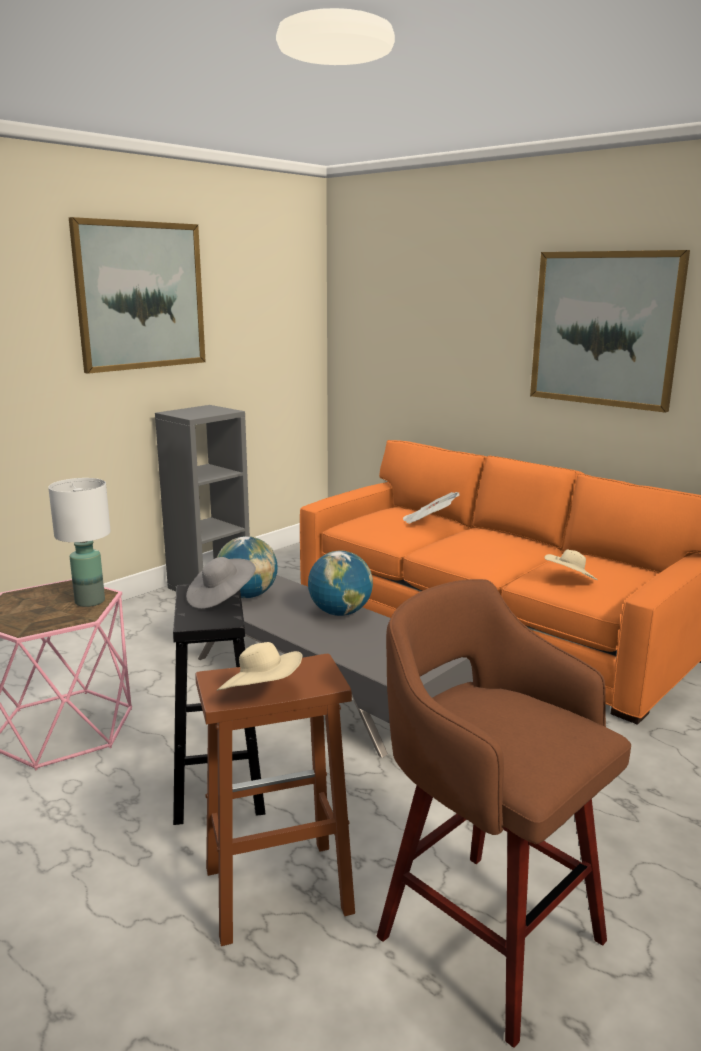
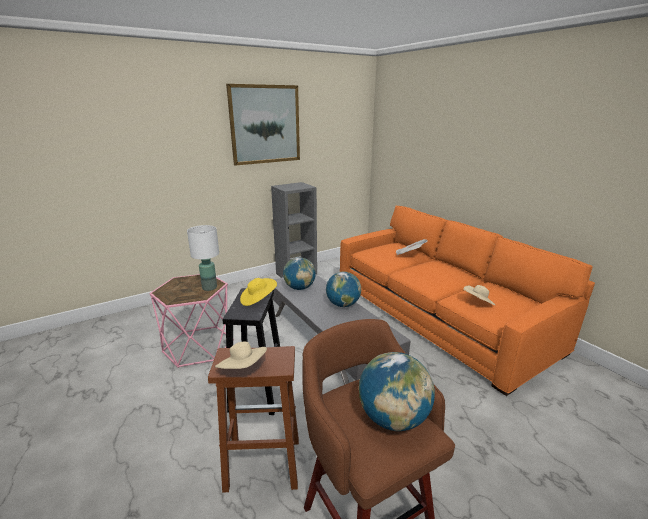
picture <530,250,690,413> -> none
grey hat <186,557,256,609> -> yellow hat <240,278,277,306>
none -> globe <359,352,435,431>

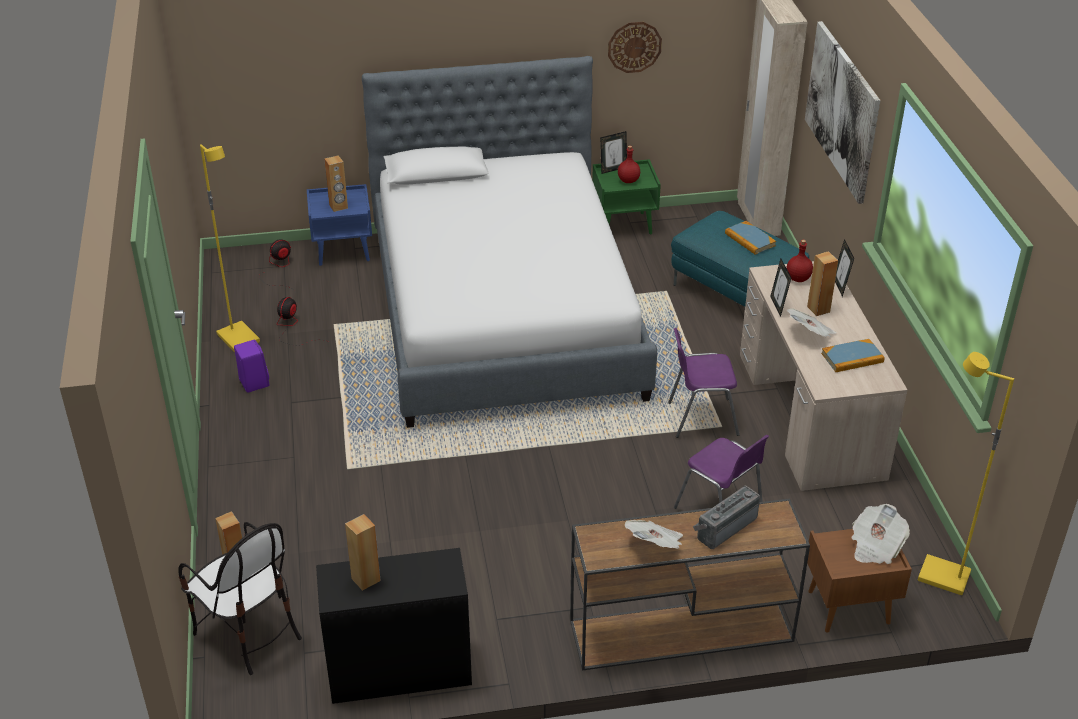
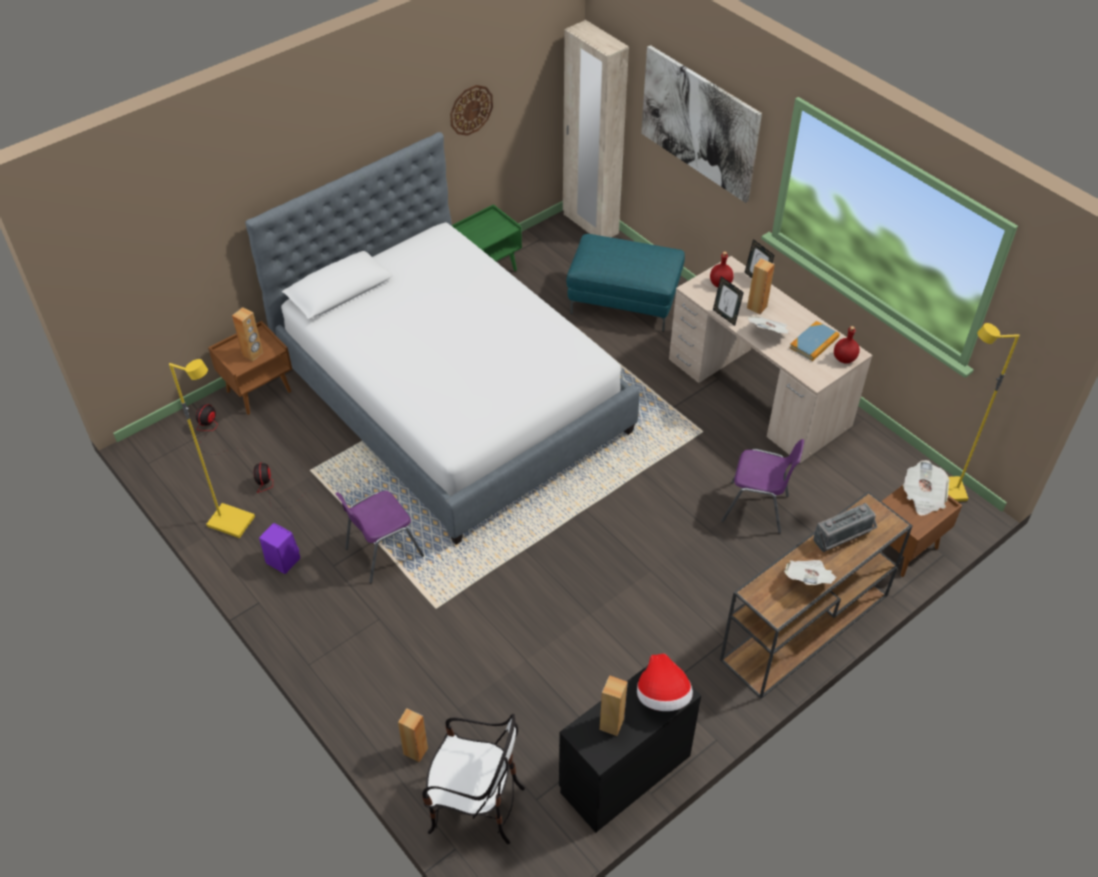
picture frame <600,131,627,174> -> none
red bottle <618,146,640,183> -> red bottle <834,326,860,364>, shifted
blue nightstand <307,184,372,266> -> brown nightstand <208,321,292,415>
book <725,221,776,255> -> none
purple chair <668,328,740,438> -> purple chair <335,491,424,583>, shifted
radio <693,486,760,549> -> radio <813,503,877,552>, 135 degrees counterclockwise
none -> hat <637,653,693,711>

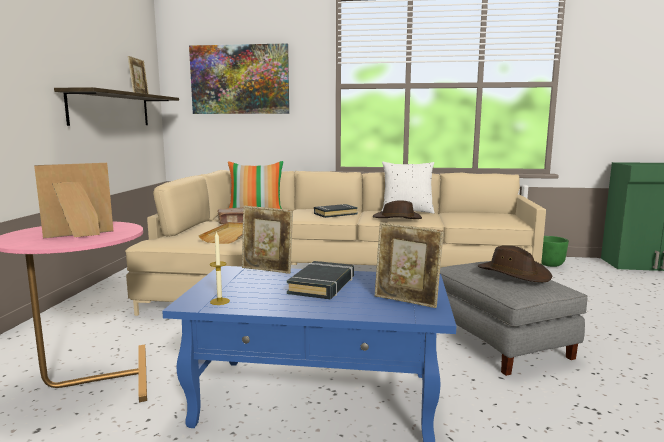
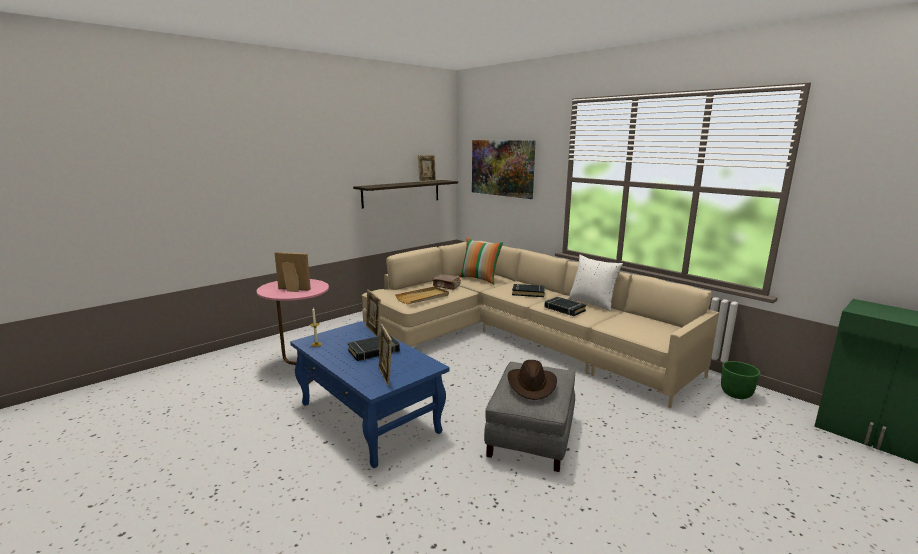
brown hat <373,200,422,219> -> black book <544,297,586,316>

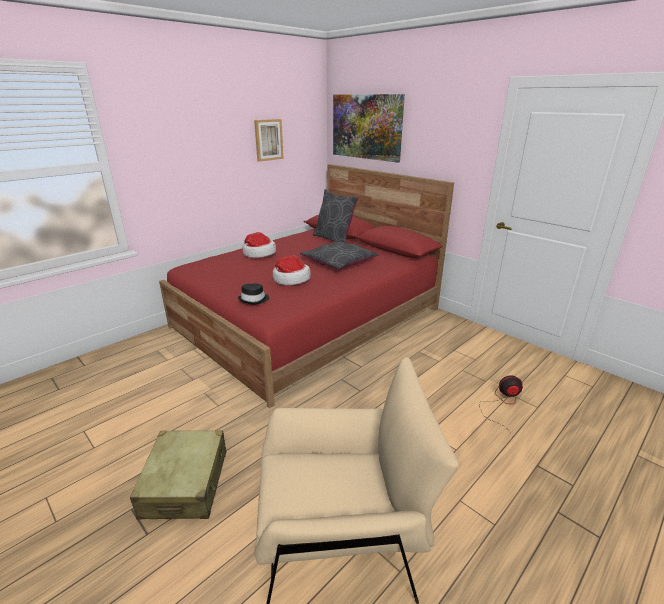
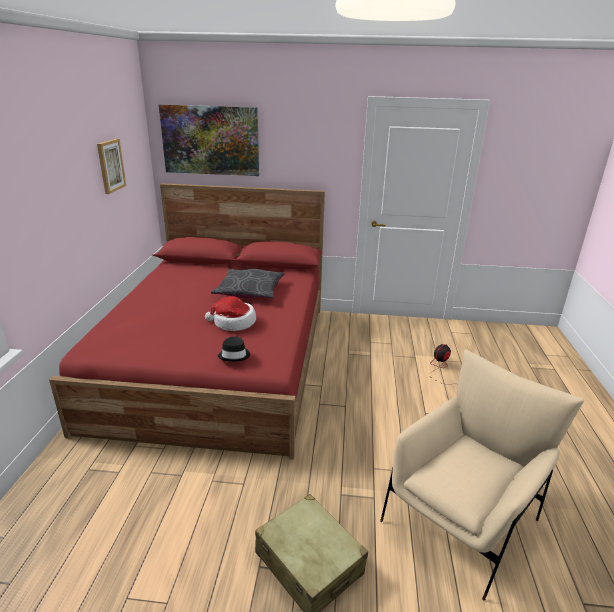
grey pillow <313,189,359,243> -> none
hat <243,232,276,258> -> none

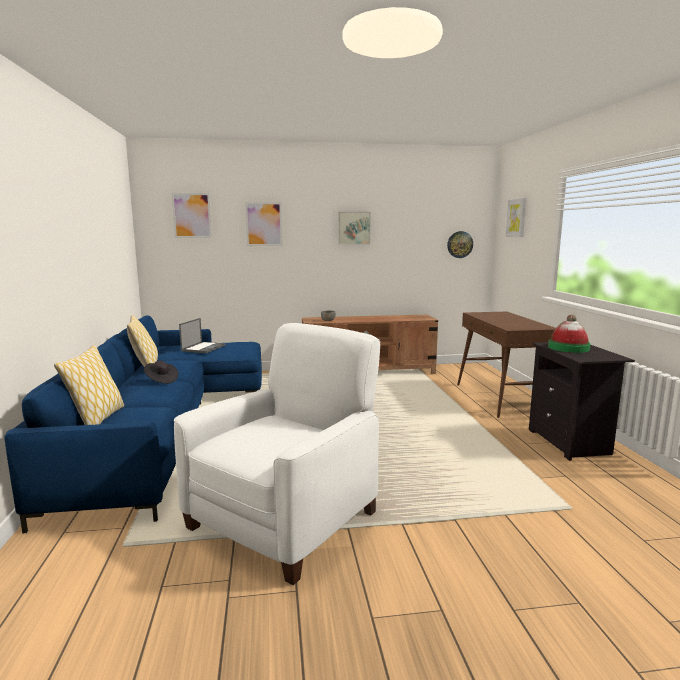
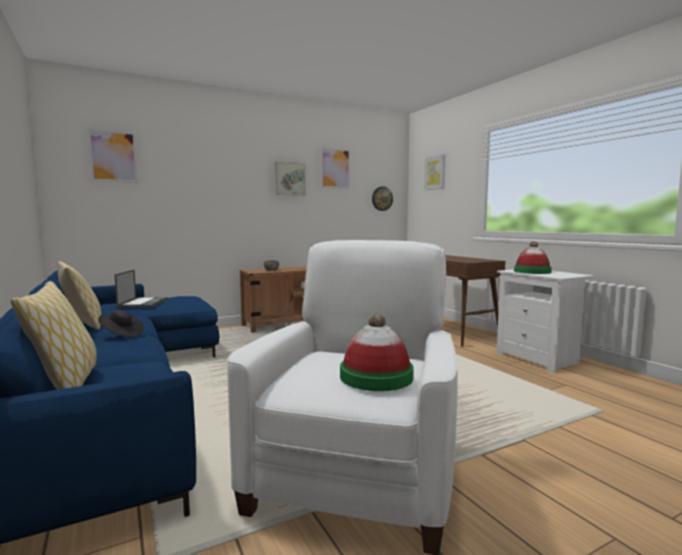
picture <245,202,283,246> -> picture <321,147,350,189>, shifted
black nightstand <529,342,635,461> -> white nightstand <497,269,595,373>
none -> hat <340,313,414,391>

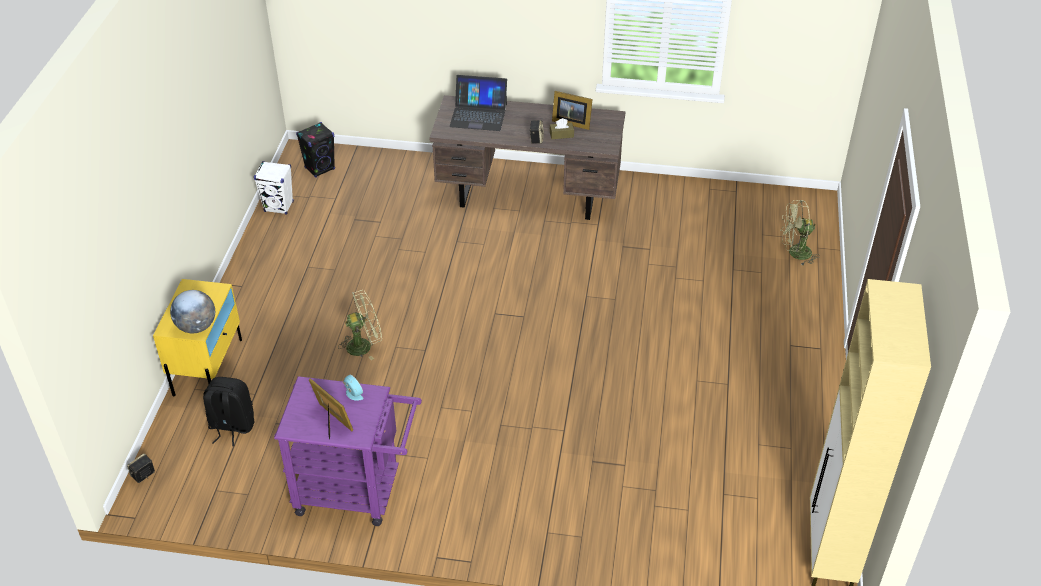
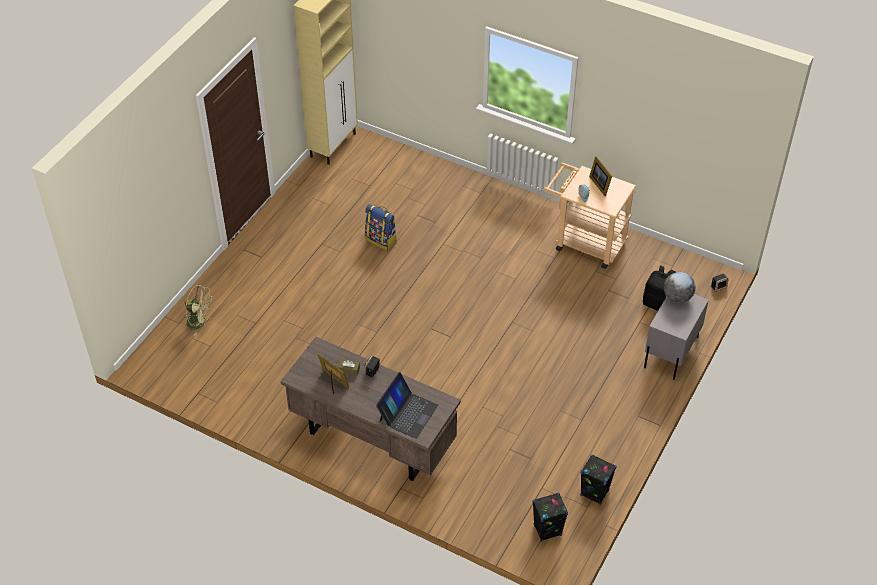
laptop <449,75,507,131> -> laptop <376,372,438,439>, 90 degrees clockwise
white speaker <254,161,294,215> -> black speaker <580,454,617,505>
yellow nightstand <153,279,242,397> -> grey nightstand <644,294,709,380>
green fan <338,290,382,360> -> none
purple cart <274,376,422,526> -> beige cart <543,163,636,269>
none -> backpack <365,204,397,251>

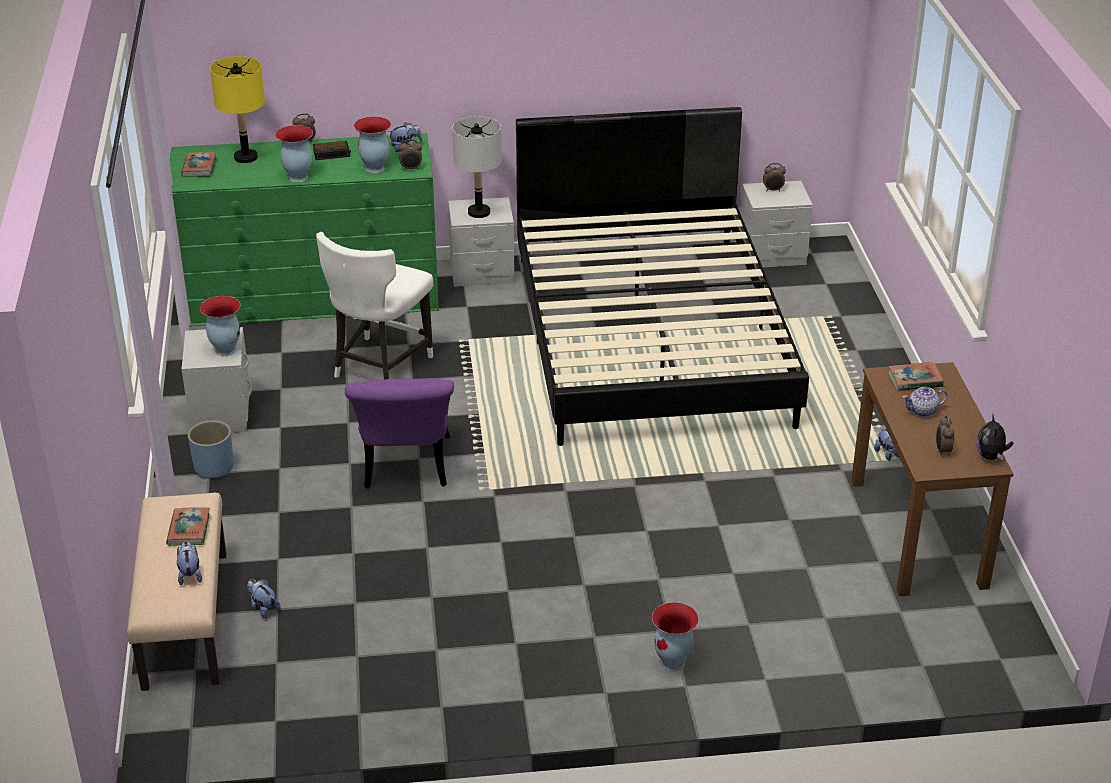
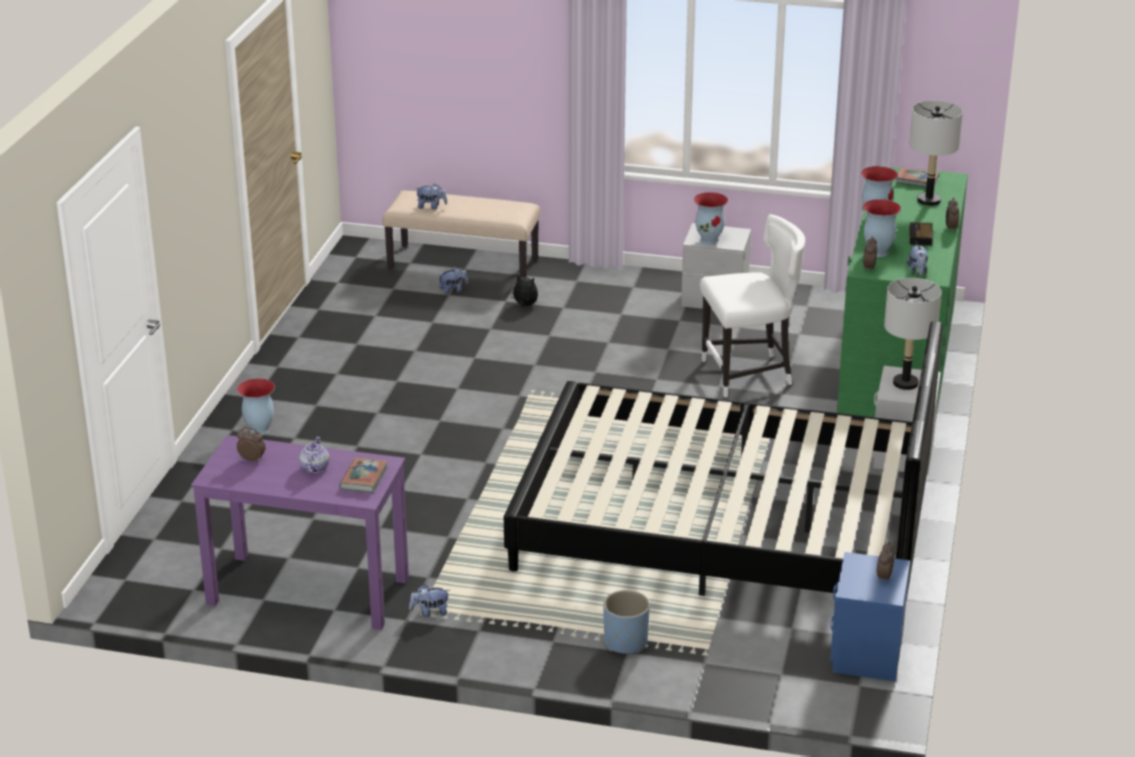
yellow table lamp <210,56,265,163> -> grey table lamp <909,100,963,206>
grey nightstand <740,181,813,267> -> blue nightstand <830,552,910,681>
white chair <316,232,433,379> -> white chair <700,214,805,397>, 120 degrees clockwise
brown desk <851,362,1014,596> -> purple desk <191,435,409,630>
purple chair <345,379,454,488> -> none
plush toy <976,415,1013,460> -> plush toy <509,274,538,307>, shifted
blue planter <188,420,234,478> -> blue planter <603,590,650,654>, shifted
book <166,507,210,546> -> none

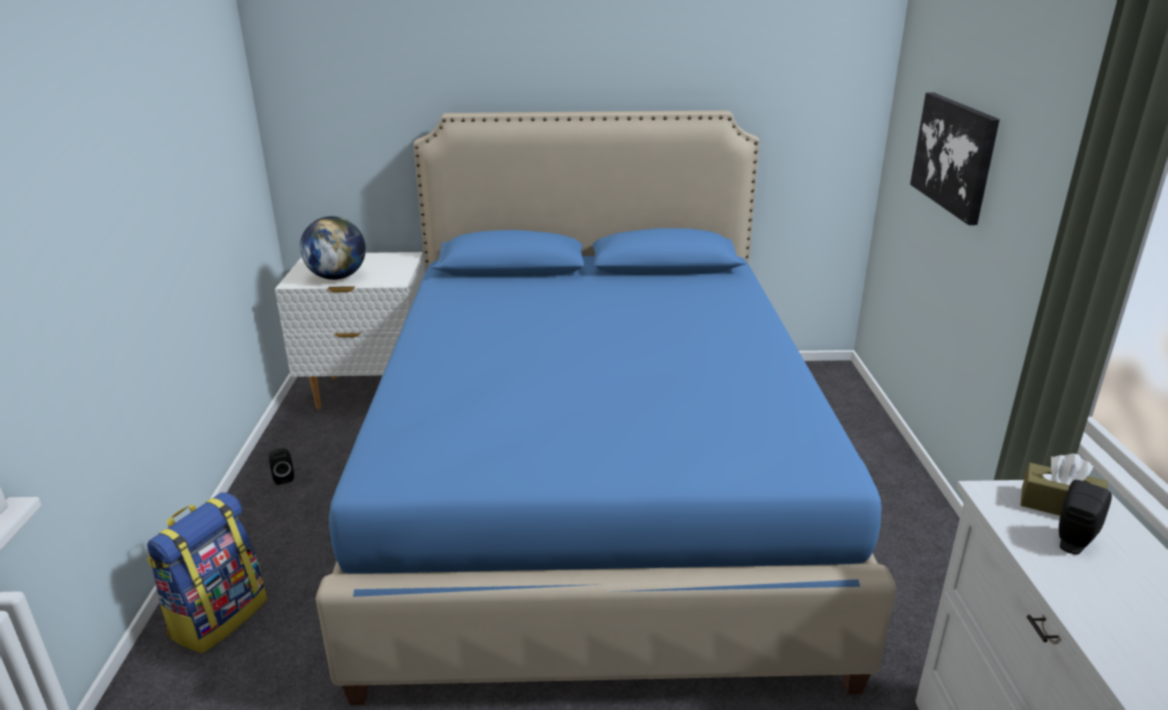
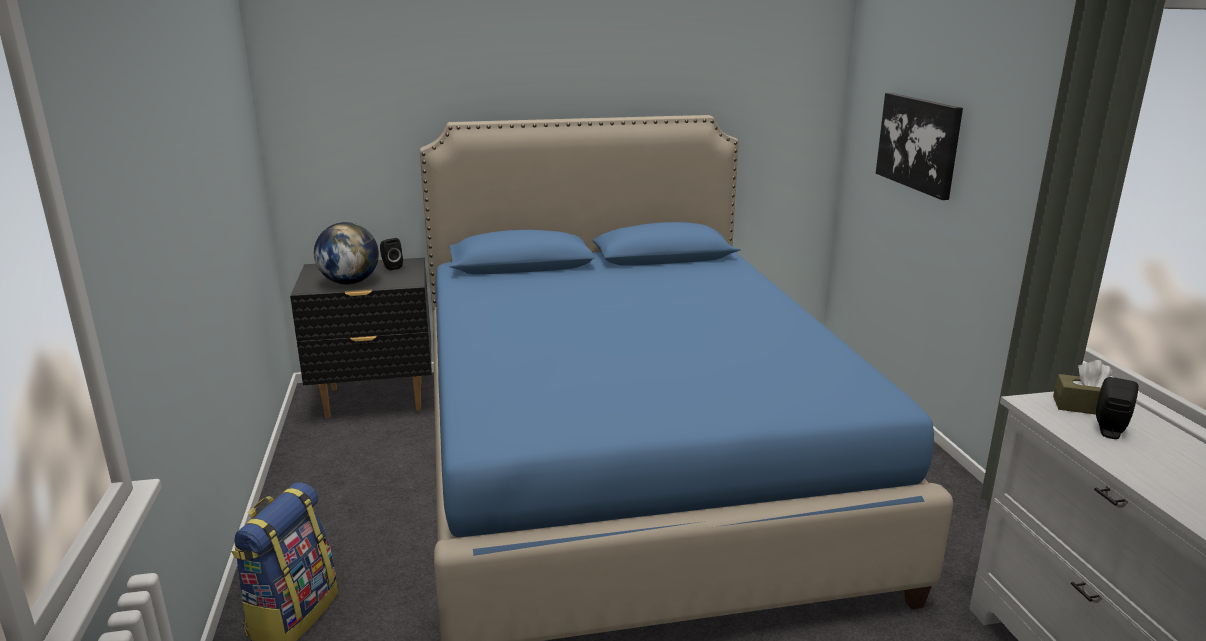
white nightstand <275,252,425,409> -> black nightstand <290,258,432,419>
black speaker <269,448,294,485> -> black speaker <380,238,403,270>, shifted

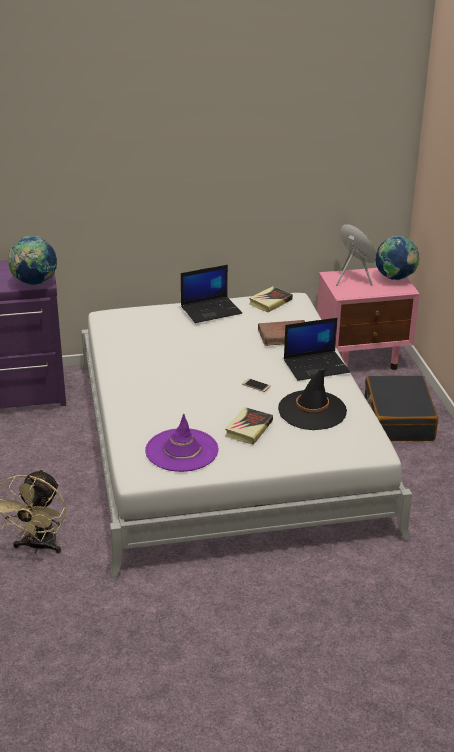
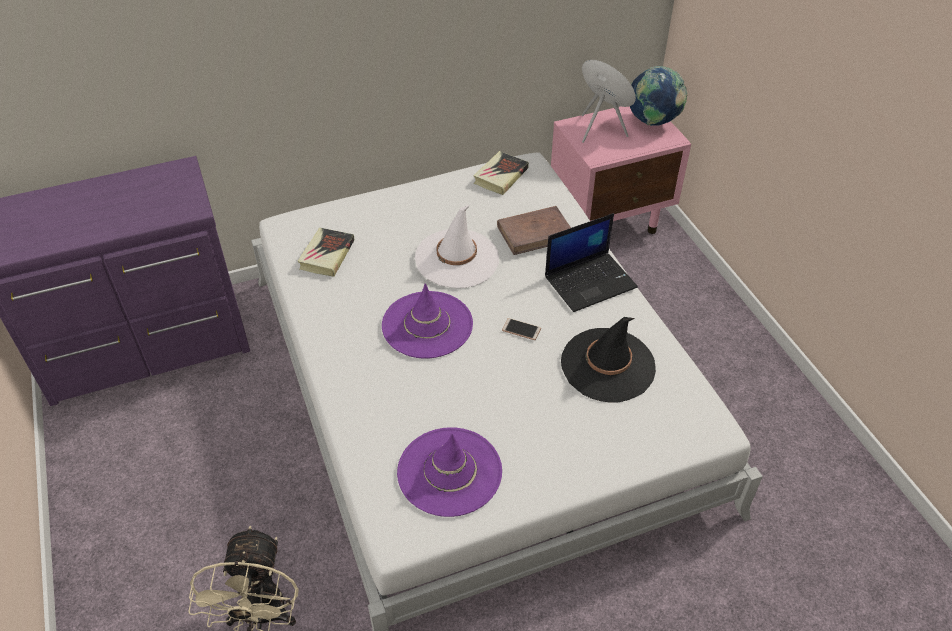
globe <8,236,57,286> -> none
laptop <181,265,242,323> -> none
black suitcase <365,375,438,441> -> none
book <225,407,273,445> -> book <297,228,354,277>, shifted
none -> white hat <415,205,499,288>
none -> purple hat <382,283,473,359>

